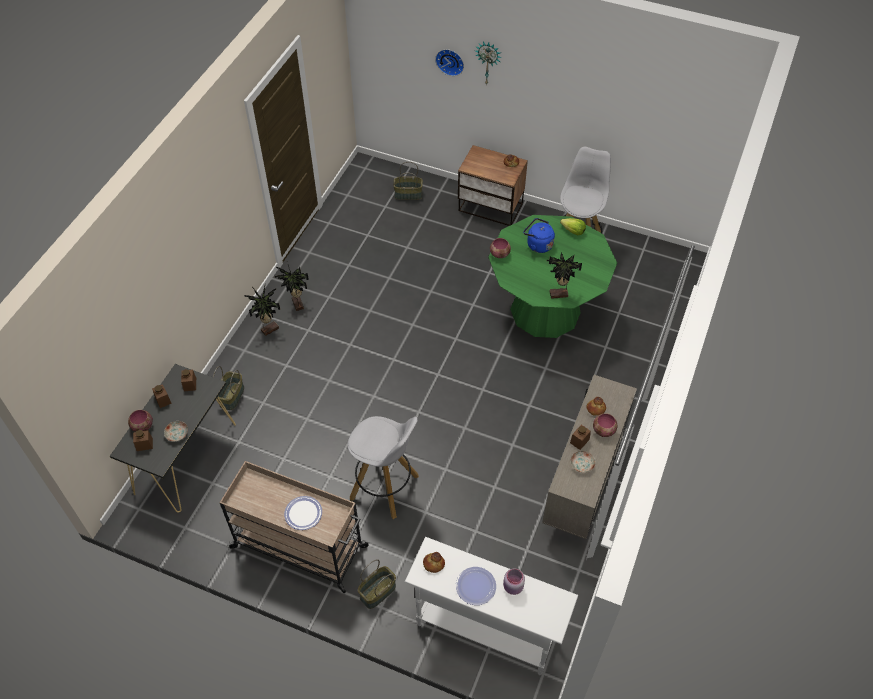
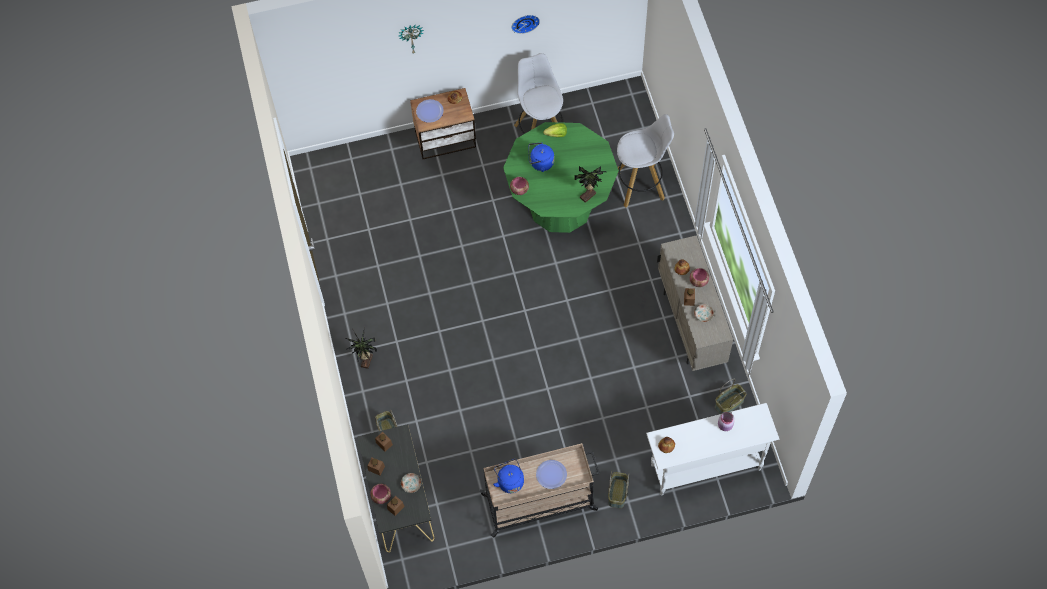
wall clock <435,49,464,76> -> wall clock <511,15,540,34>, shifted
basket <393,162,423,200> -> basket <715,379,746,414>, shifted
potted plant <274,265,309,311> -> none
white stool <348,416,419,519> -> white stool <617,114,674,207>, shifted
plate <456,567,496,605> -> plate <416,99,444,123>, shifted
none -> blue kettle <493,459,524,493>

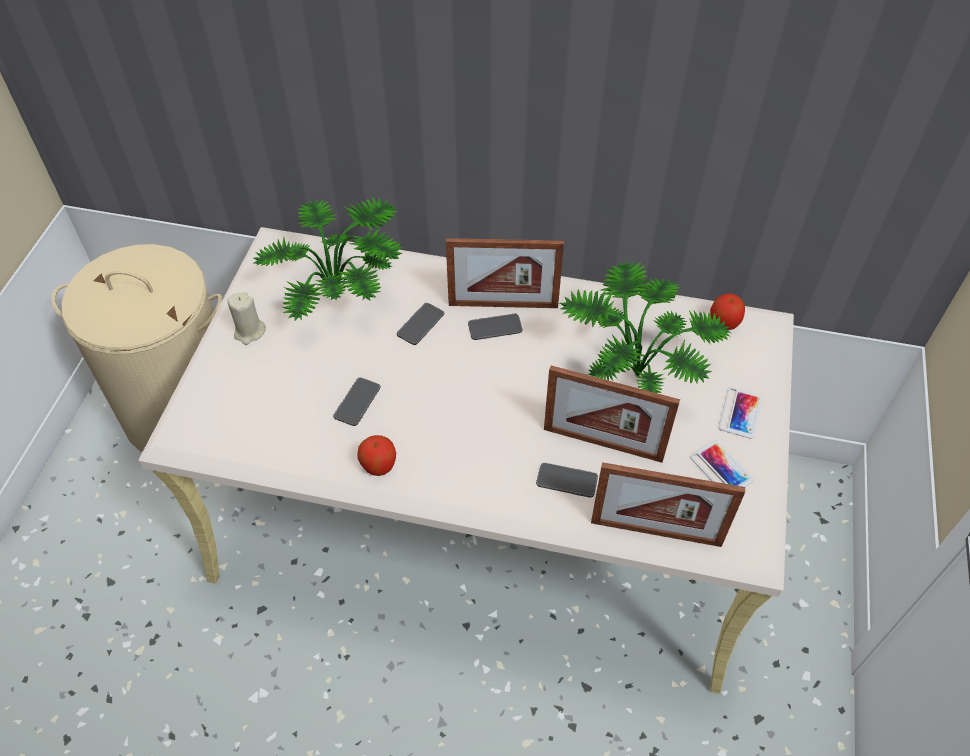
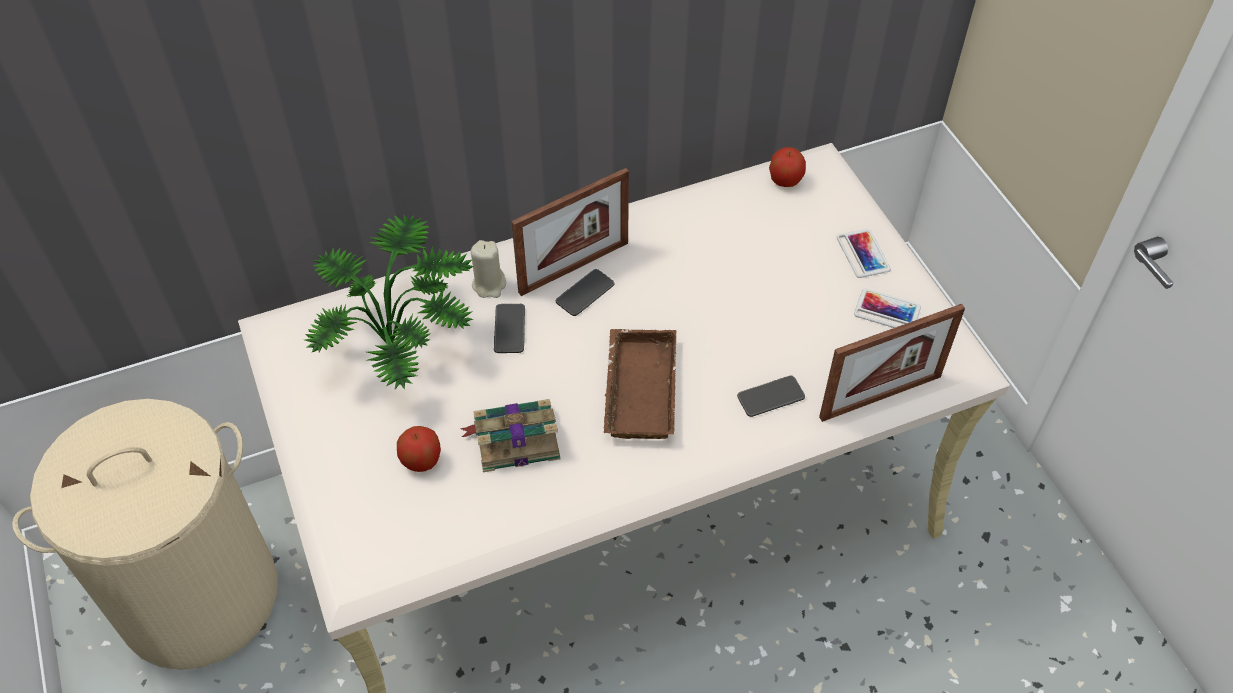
potted plant <560,260,731,393> -> none
beige candle <228,292,266,345> -> beige candle <471,240,506,298>, shifted
picture frame <544,366,680,463> -> none
phone <333,378,381,426> -> book <460,399,561,472>
apple <357,435,396,476> -> apple <397,426,441,472>, shifted
none -> brown tray <604,329,676,439>

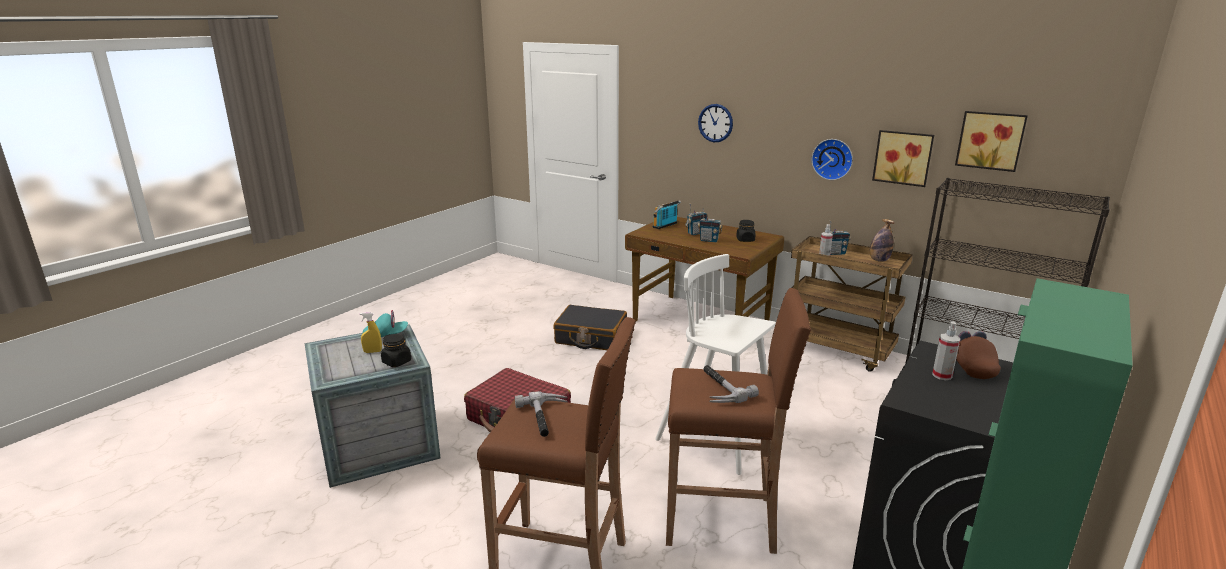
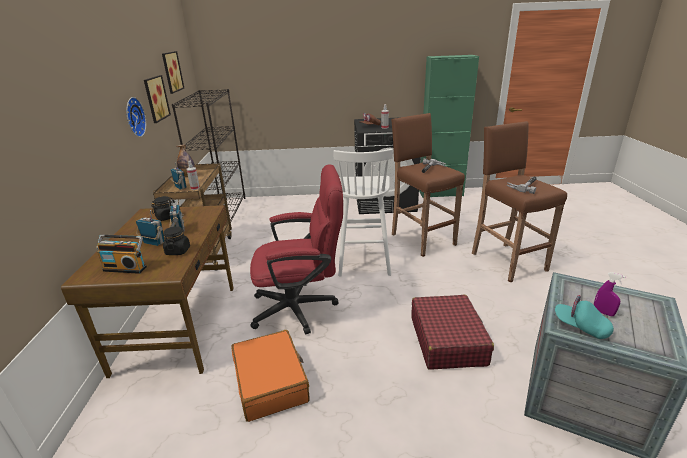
wall clock <698,104,733,142> -> none
black suitcase <553,305,627,350> -> orange suitcase <231,330,310,422>
yellow spray bottle <360,312,382,353> -> purple spray bottle <594,272,626,316>
black jar <381,334,411,367> -> black jar <163,226,190,255>, shifted
none -> red office chair <250,164,343,335>

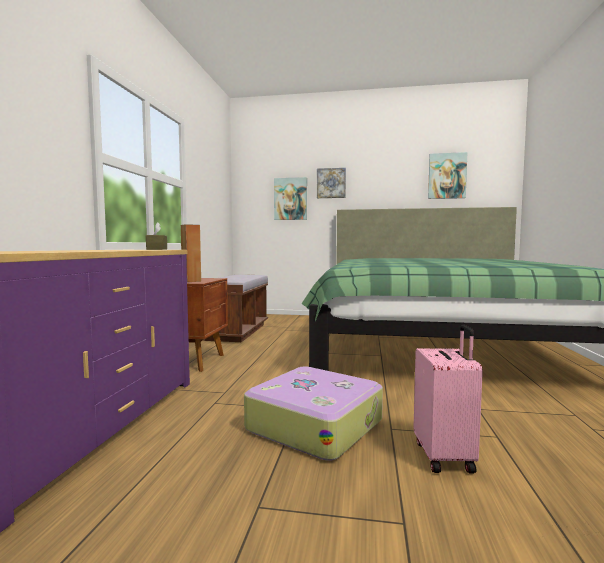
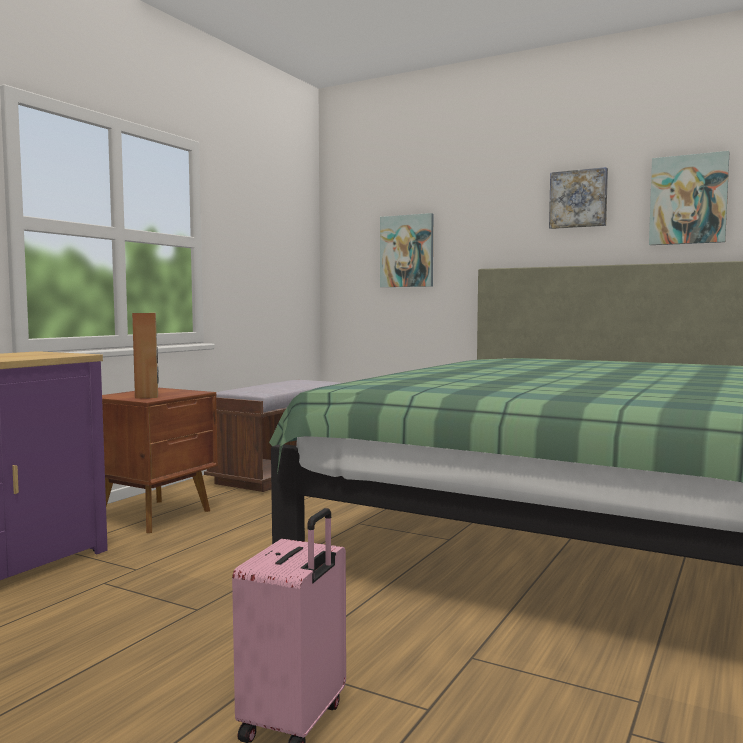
picture <317,168,346,198> -> picture <549,167,608,229>, shifted
brown tissue box <146,222,167,250> -> none
suitcase <244,366,383,461> -> none

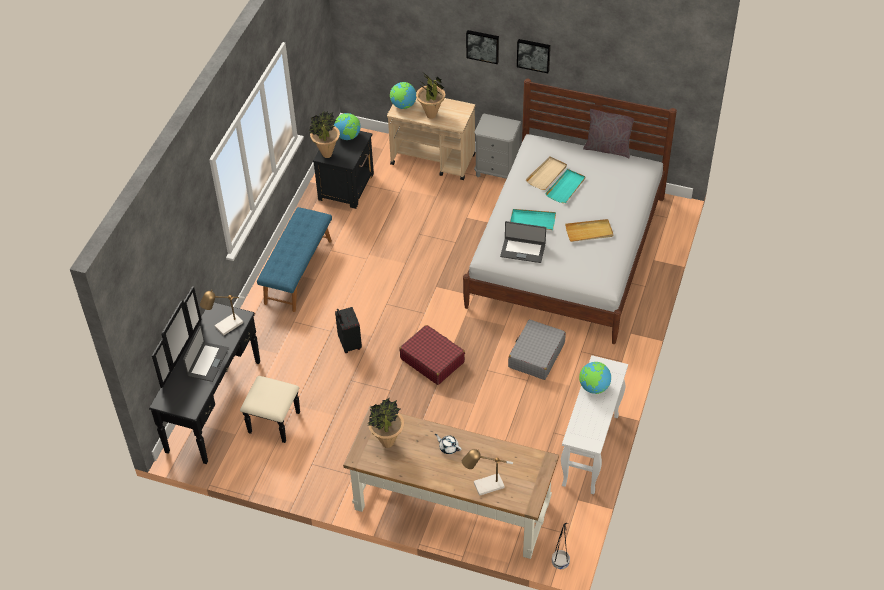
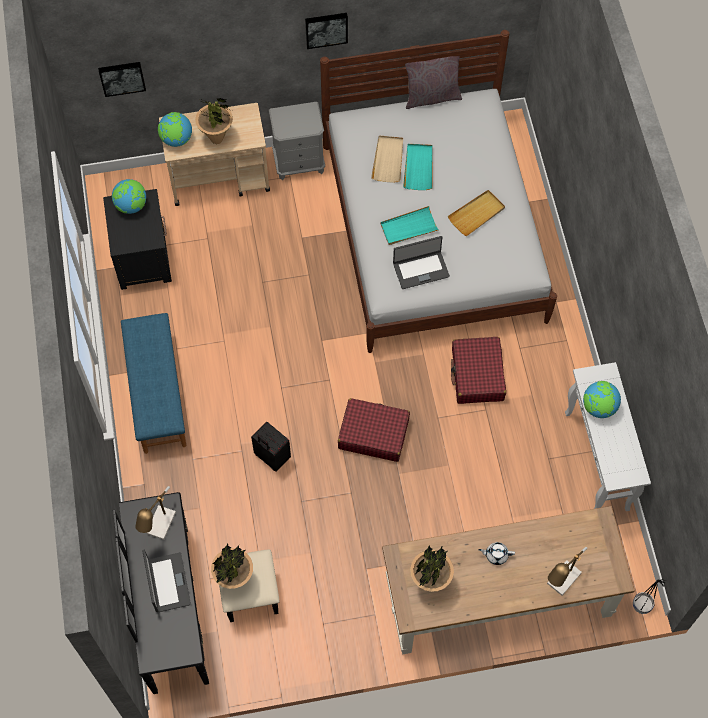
picture <466,30,499,64> -> picture <98,62,146,97>, shifted
potted plant <308,110,340,158> -> potted plant <211,544,253,589>, shifted
grey suitcase <508,319,566,380> -> red suitcase <451,337,506,404>

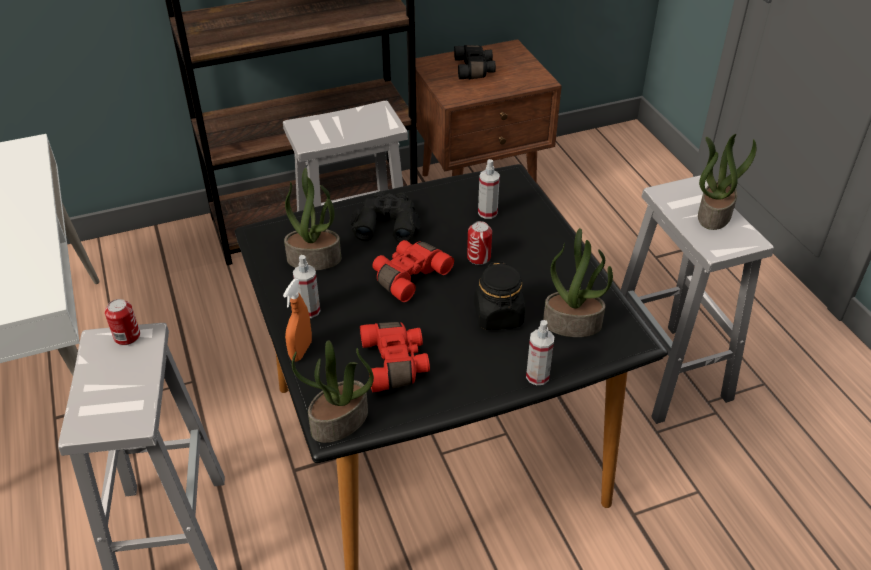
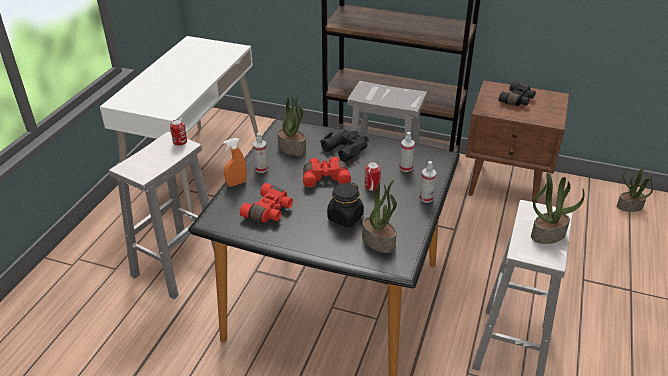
spray bottle <526,320,555,385> -> spray bottle <419,161,436,203>, shifted
potted plant <292,340,374,443> -> potted plant <617,168,653,212>, shifted

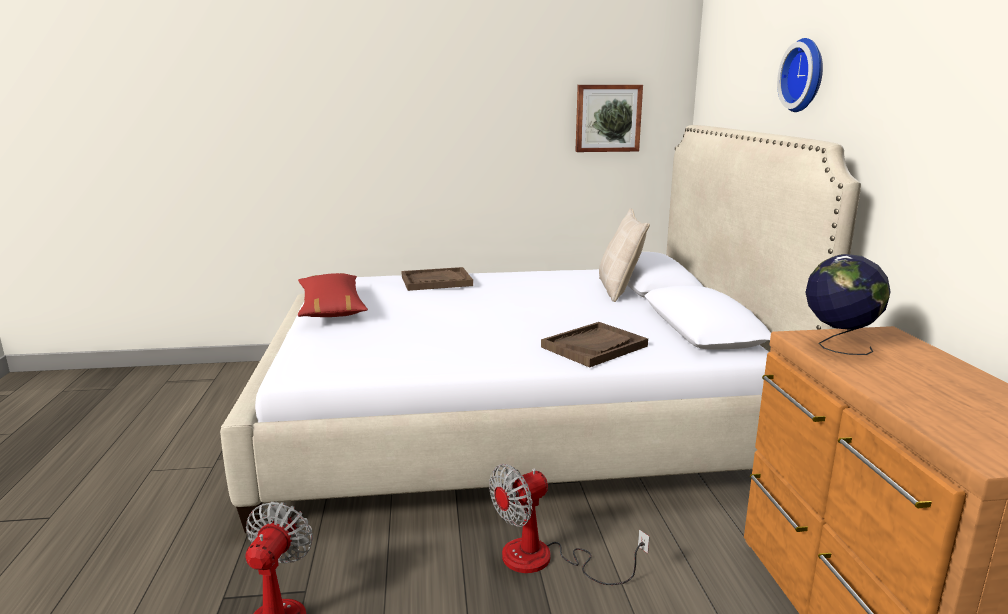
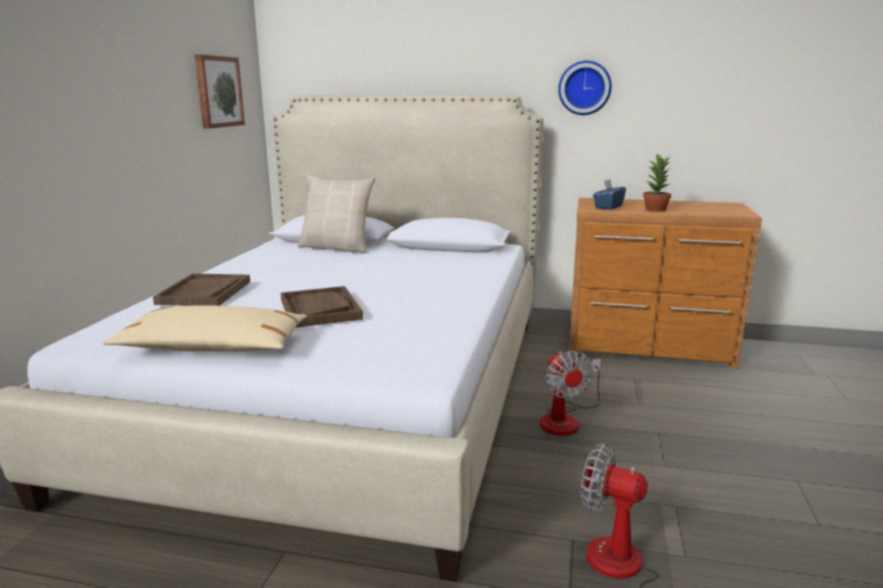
wall clock <777,38,823,112> -> wall clock <558,61,612,115>, shifted
globe <805,254,891,355> -> blue tissue box <593,179,626,210>
red pillow <298,273,368,317> -> beige pillow <102,305,307,352>
brown tray <541,322,648,368> -> brown tray <281,286,363,328>, shifted
none -> potted plant <643,153,672,212>

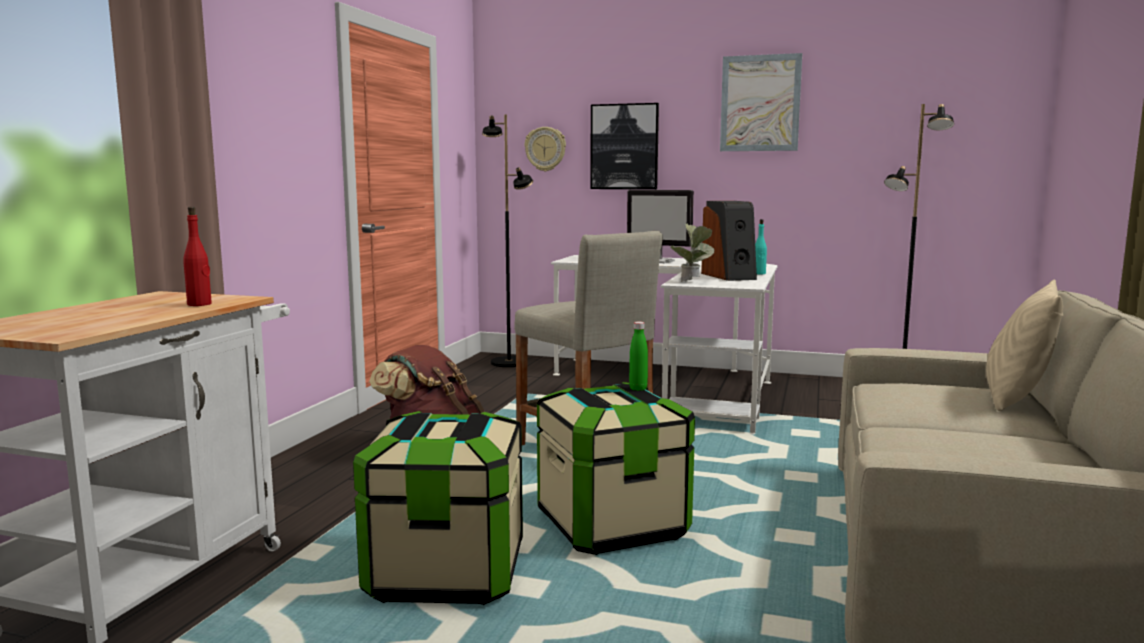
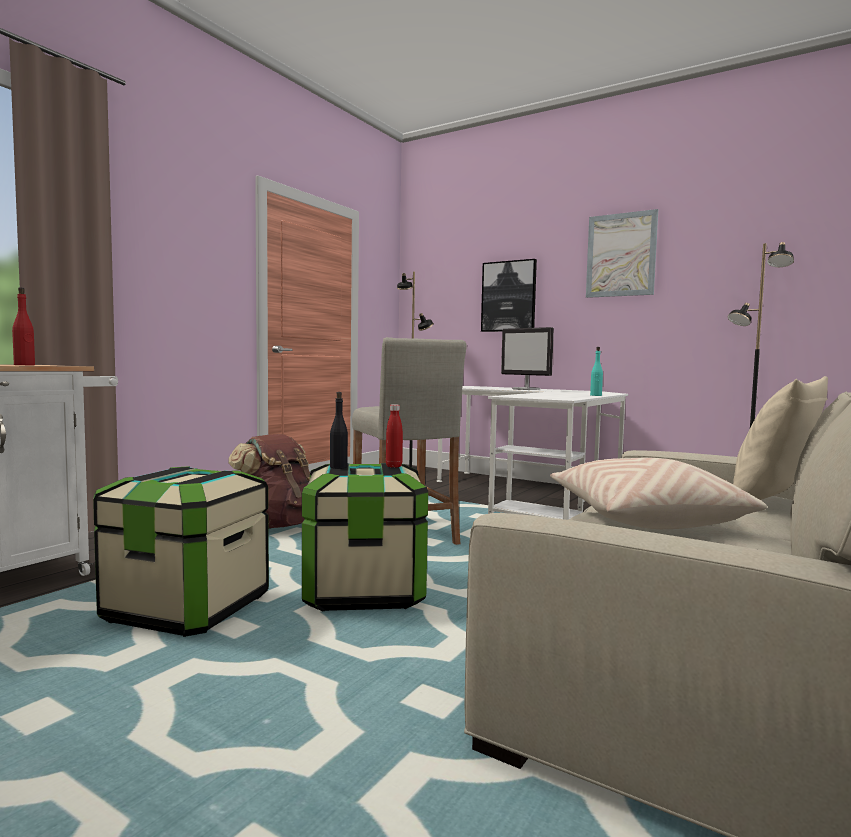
wall clock <524,127,566,171> -> none
speaker <701,201,757,281> -> none
potted plant <670,223,715,282> -> none
green bottle <629,322,648,391> -> red bottle <386,404,403,468>
none -> black bottle <330,392,348,469>
none -> beige pillow <550,458,767,529>

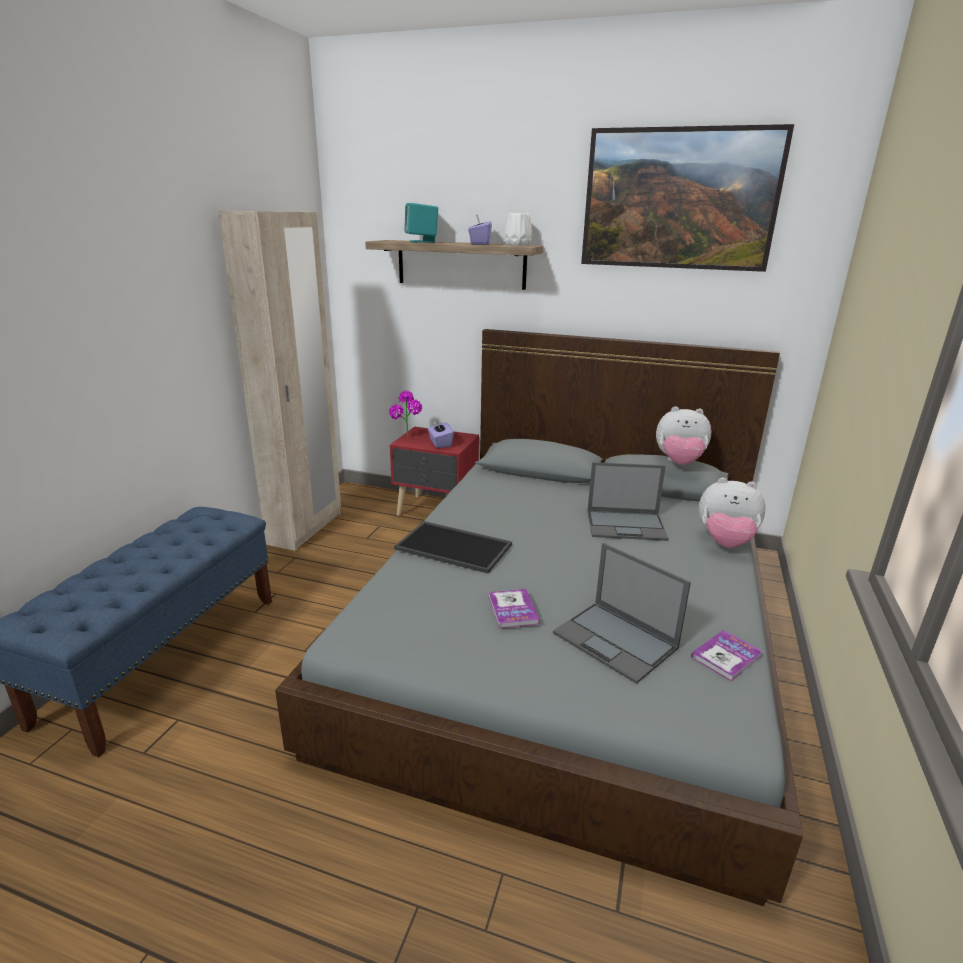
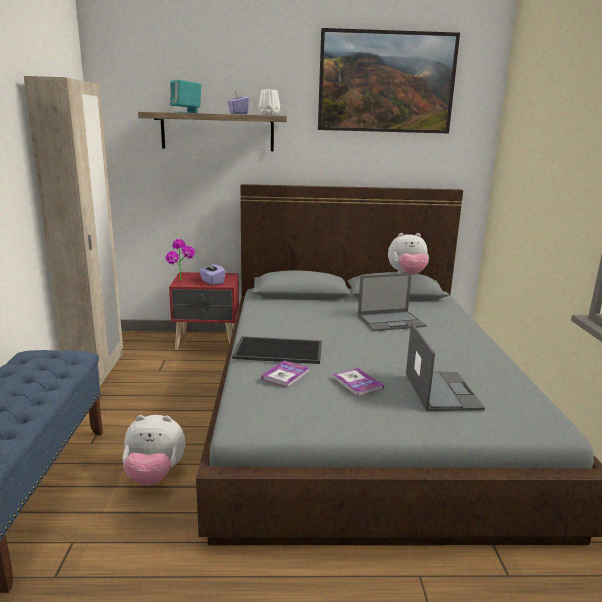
plush toy <699,478,766,548> -> plush toy <122,415,185,486>, shifted
laptop <553,543,691,684> -> laptop <406,323,485,411>, 120 degrees counterclockwise
book <691,630,763,682> -> book <261,360,310,388>, shifted

